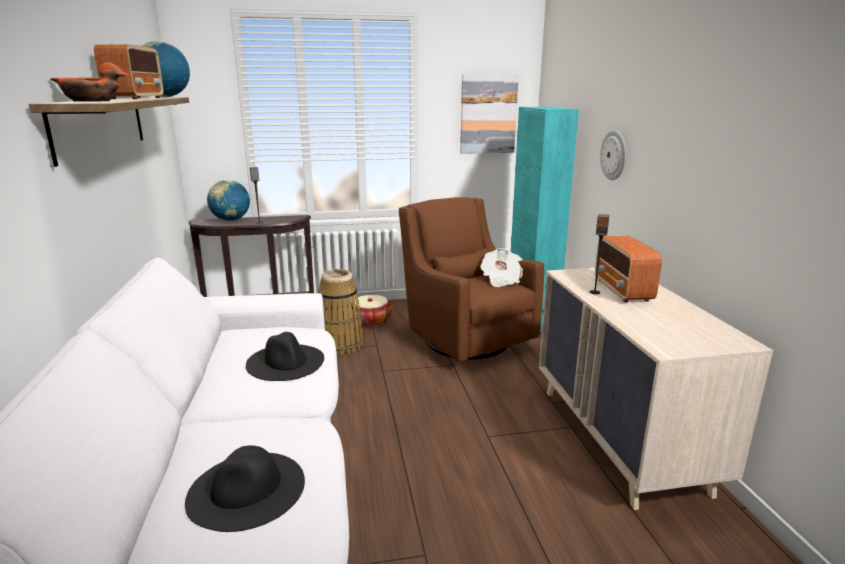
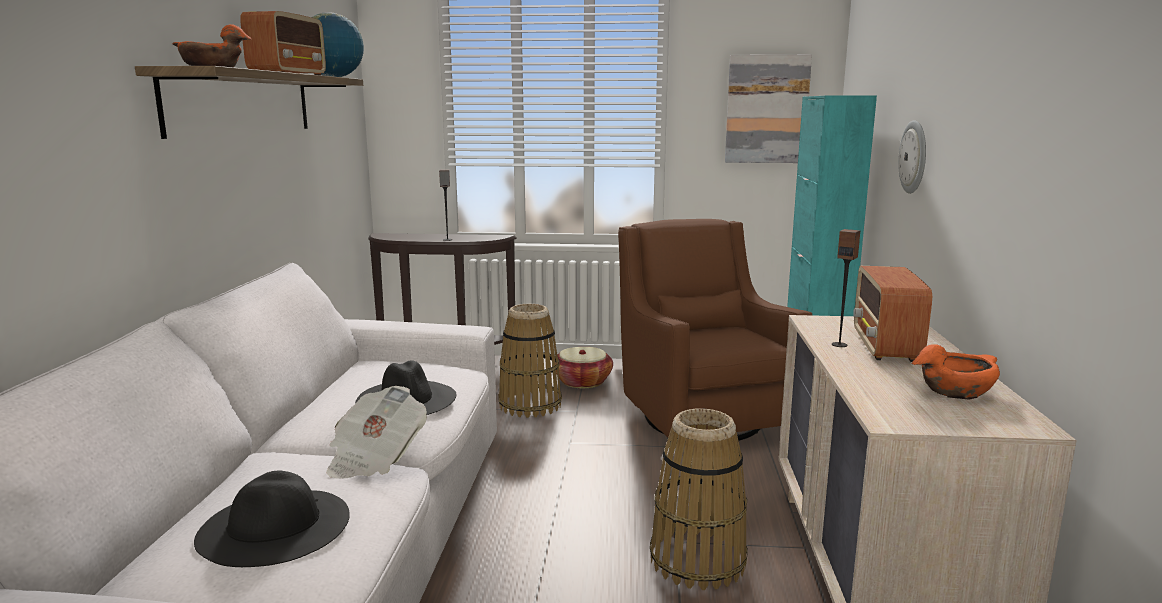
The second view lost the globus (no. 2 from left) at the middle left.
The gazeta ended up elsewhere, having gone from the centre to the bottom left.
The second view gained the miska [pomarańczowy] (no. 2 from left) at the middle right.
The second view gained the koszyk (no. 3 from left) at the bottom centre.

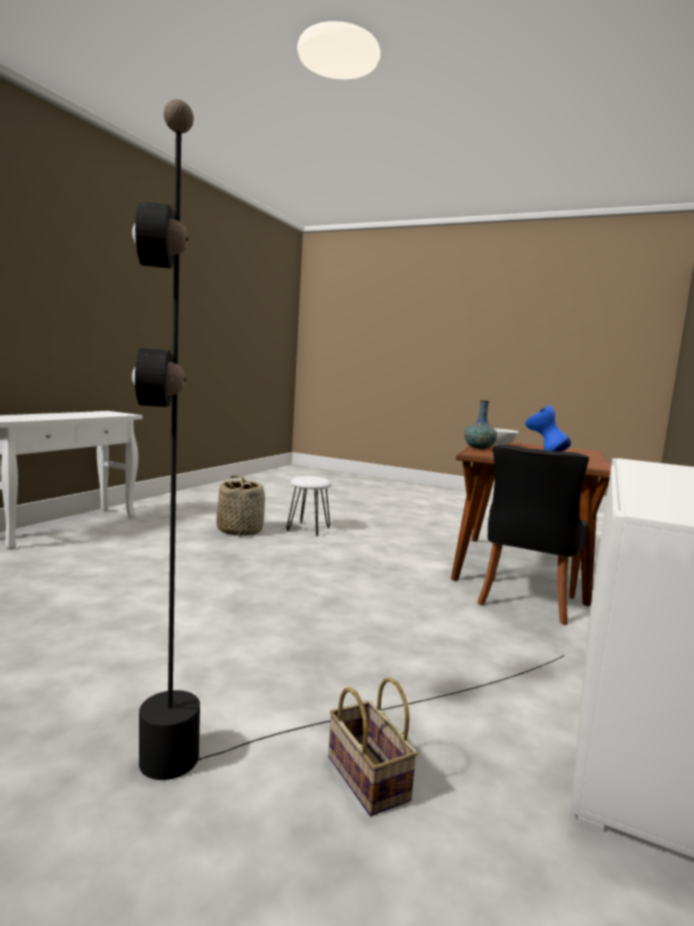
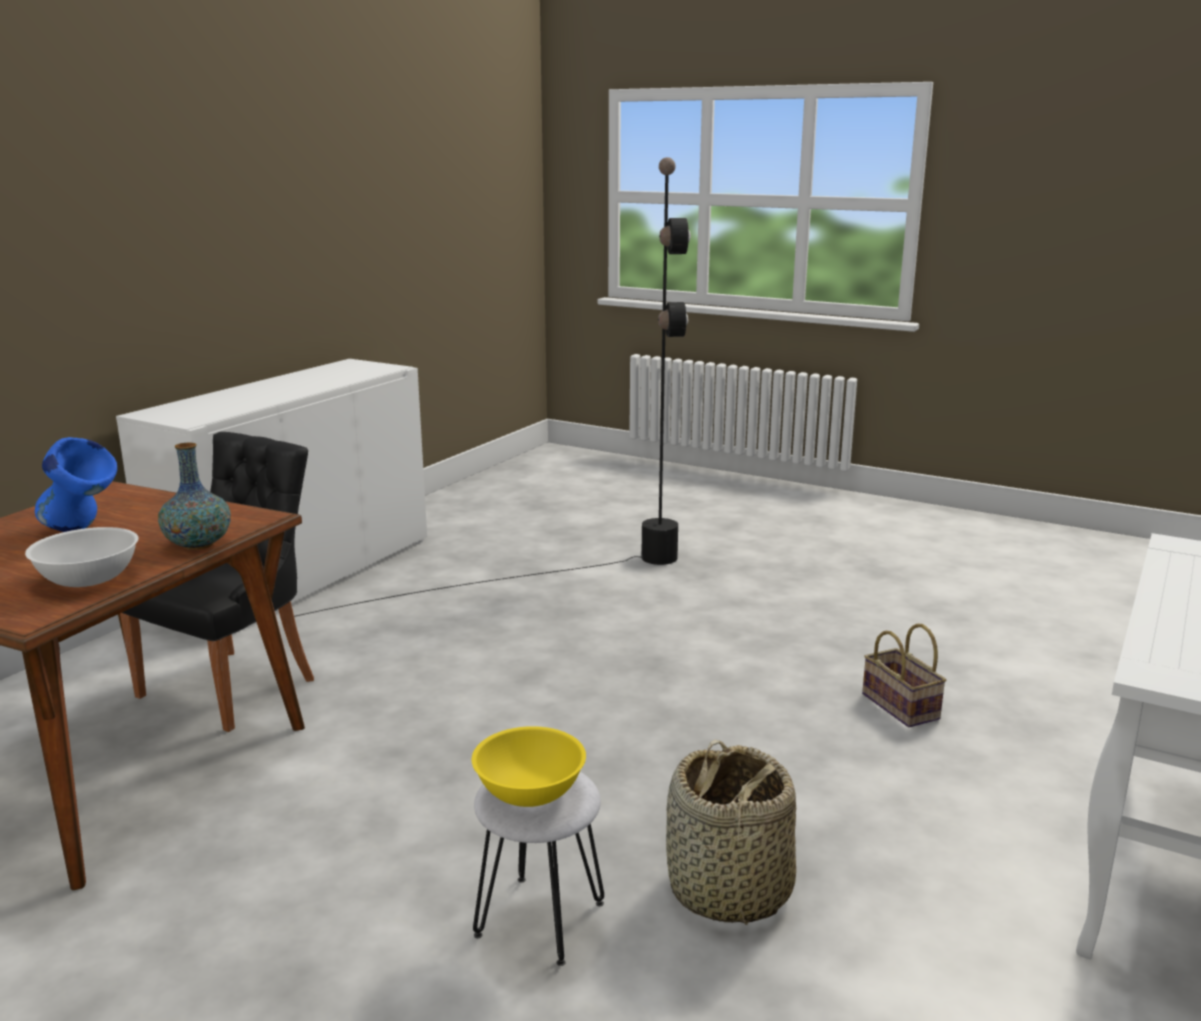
The koszyk (no. 2 from left) ended up elsewhere, having gone from the bottom centre to the middle right.
The second view gained the miska [żółty] at the bottom centre.

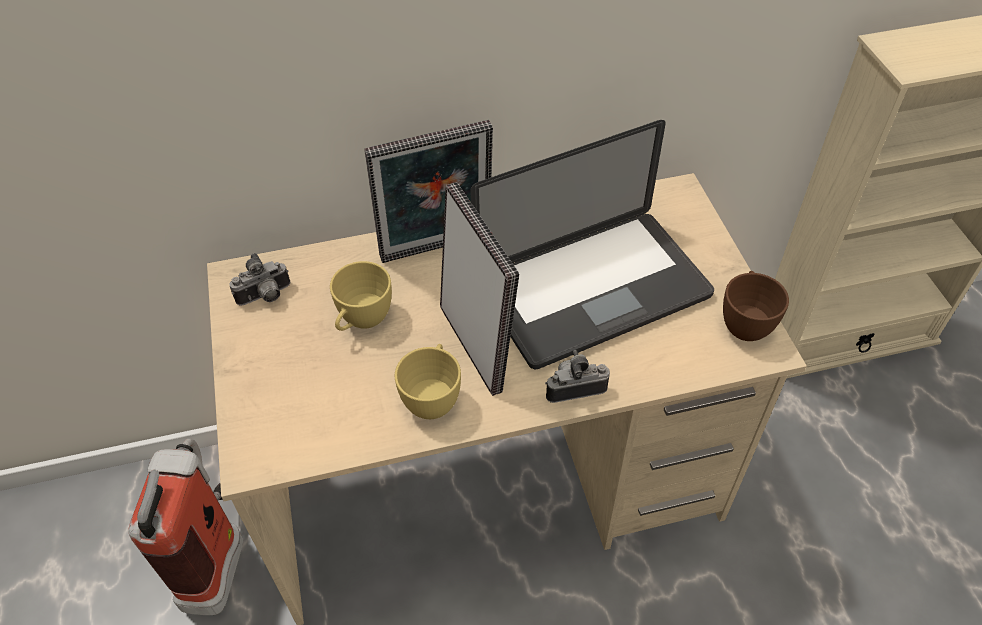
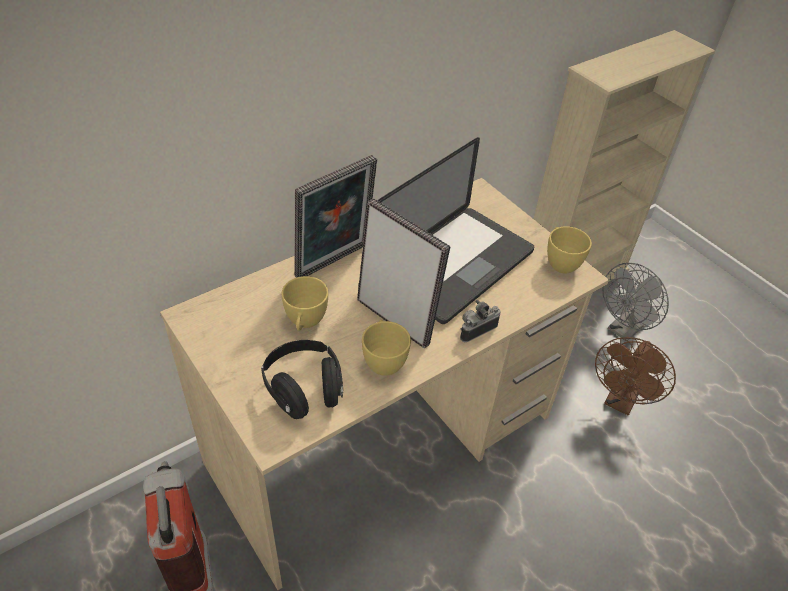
The second view lost the aparat fotograficzny (no. 1 from left) at the middle left.
What was the filiżanka [brązowy] at the middle right turned into the filiżanka [żółty] (no. 3 from left) at the middle right.
The second view gained the wentylator [szary] at the middle right.
The second view gained the wentylator [brązowy] at the middle right.
The second view gained the słuchawki [czarny] at the centre.

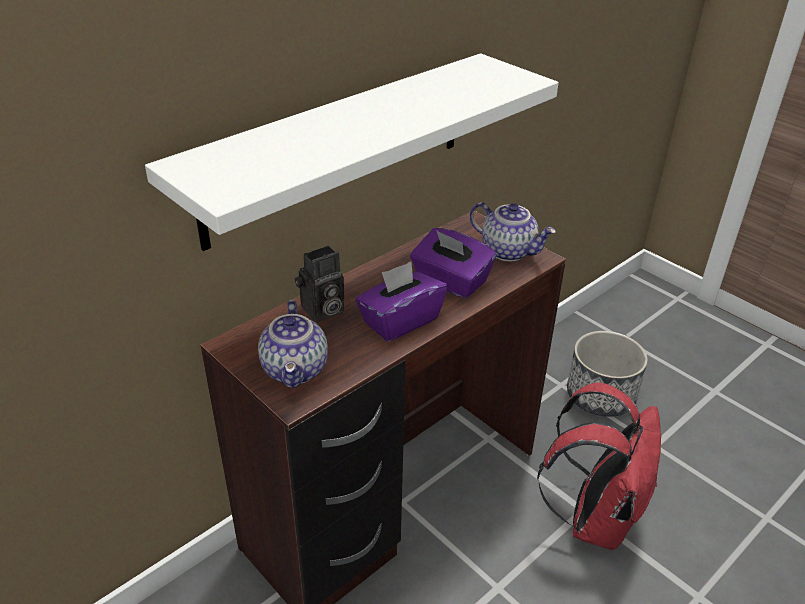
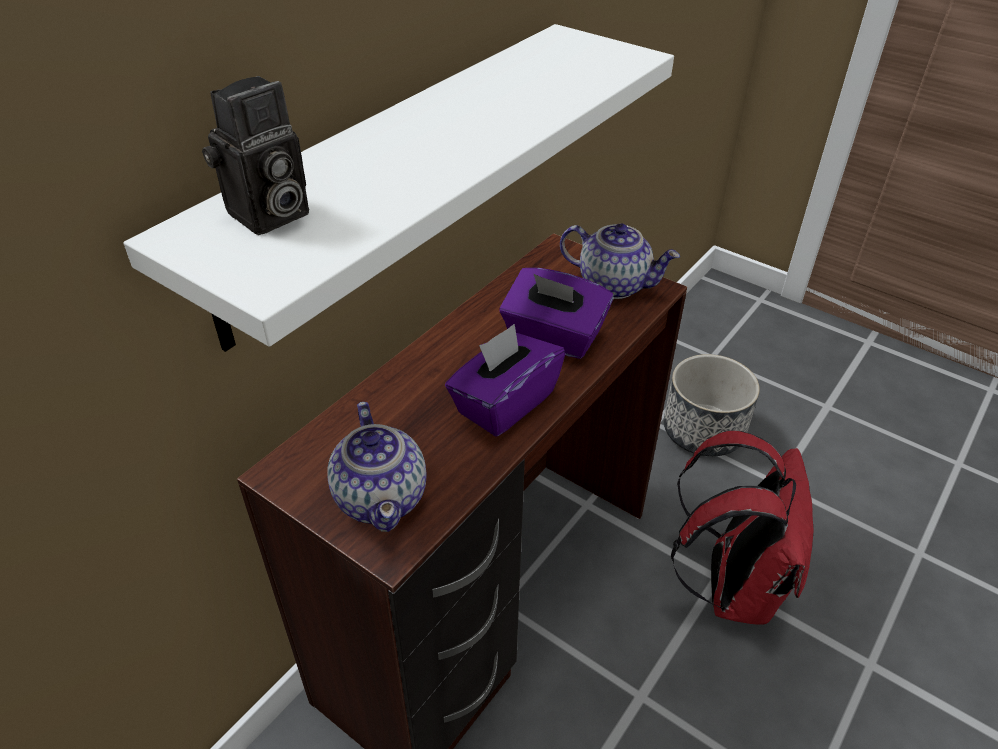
The aparat fotograficzny ended up elsewhere, having gone from the centre to the top left.

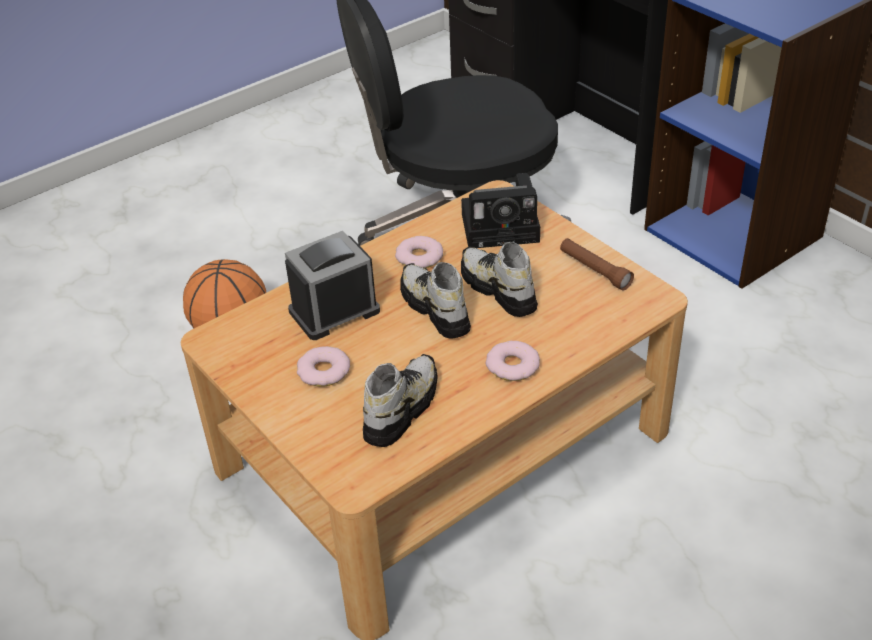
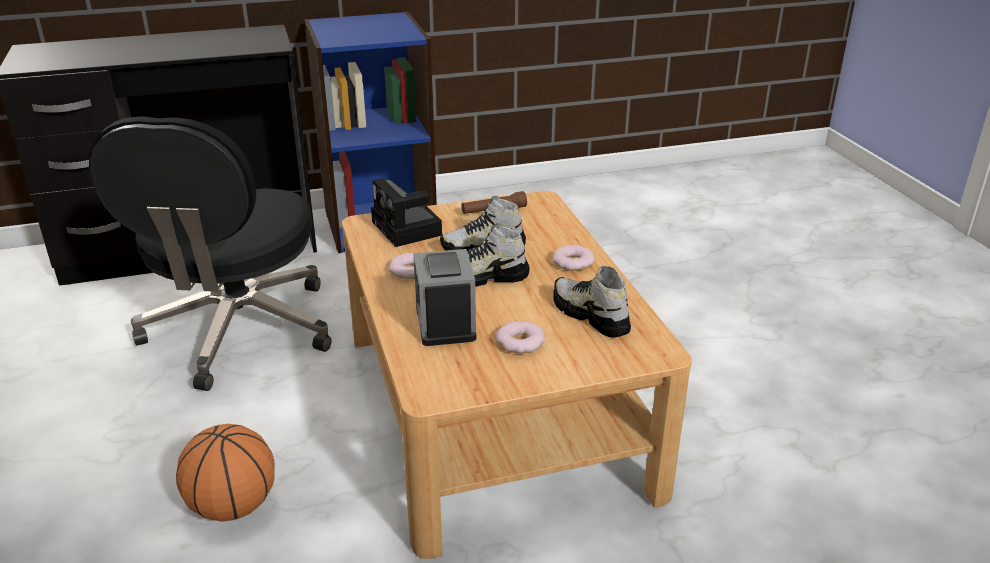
The aparat fotograficzny at the top centre ended up facing another way, 135 degrees clockwise from before.

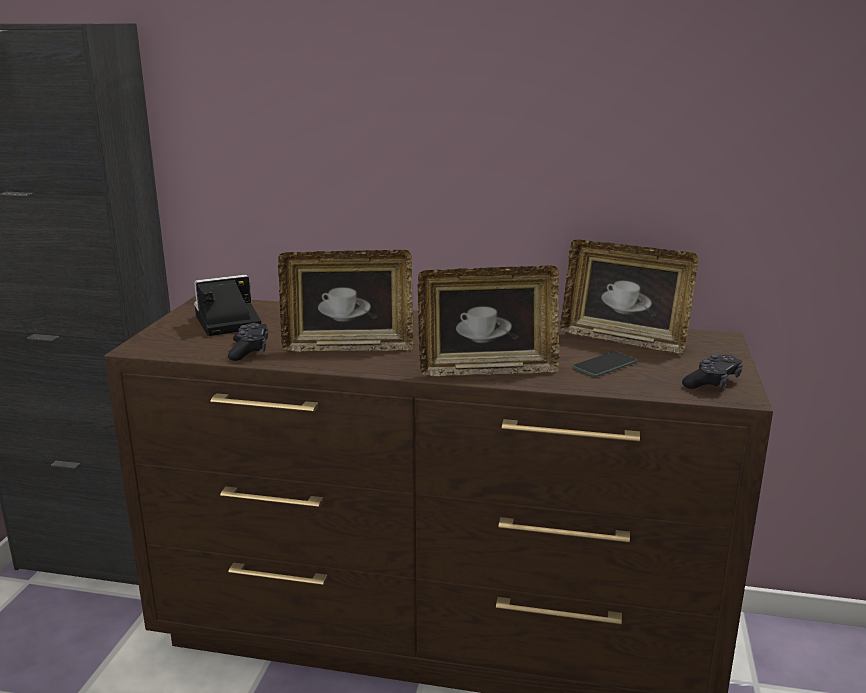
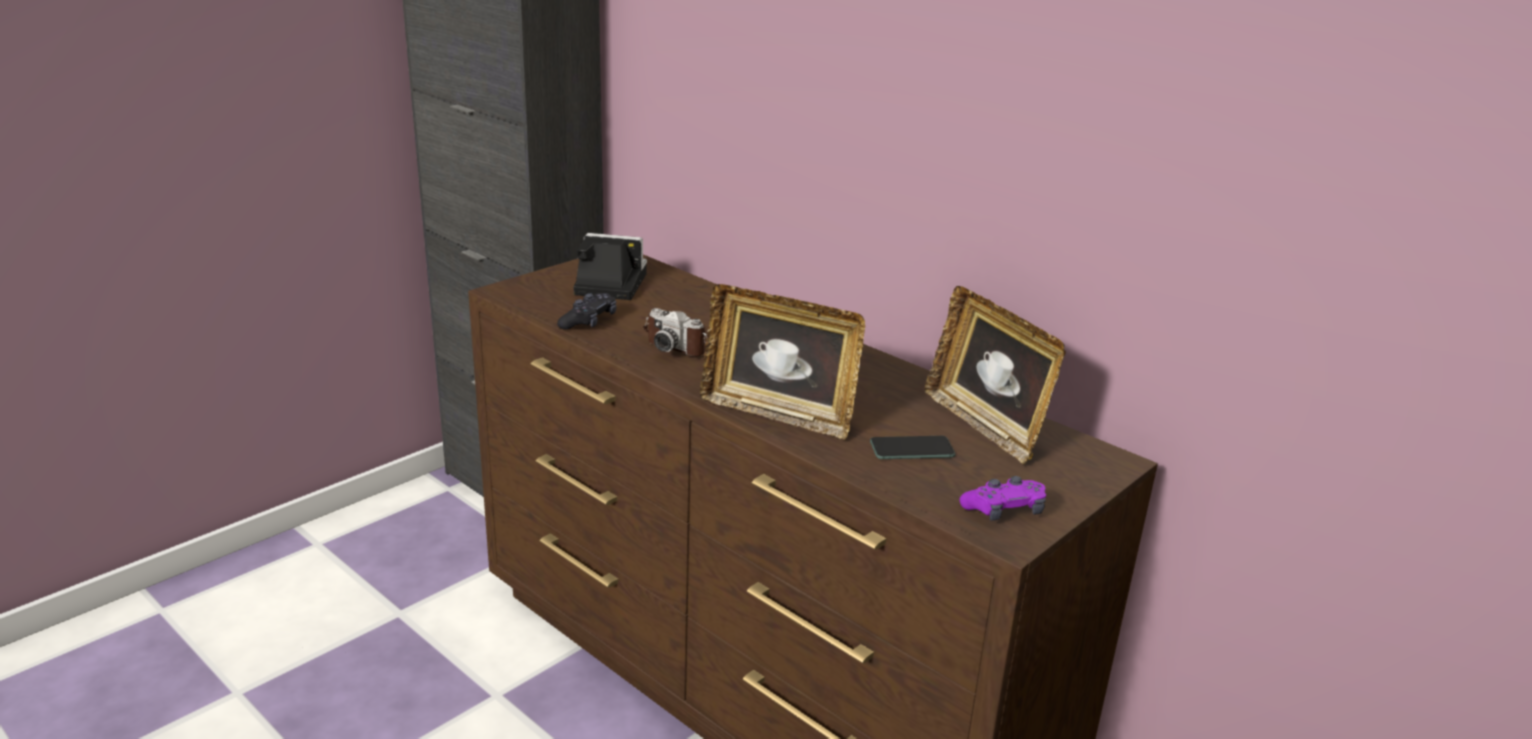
Where the ramka na zdjęcie (no. 1 from left) stood at the centre, the aparat fotograficzny (no. 2 from left) came to stand at the centre.
What was the pad do gier [czarny] (no. 2 from left) at the middle right turned into the pad do gier [fioletowy] at the bottom centre.

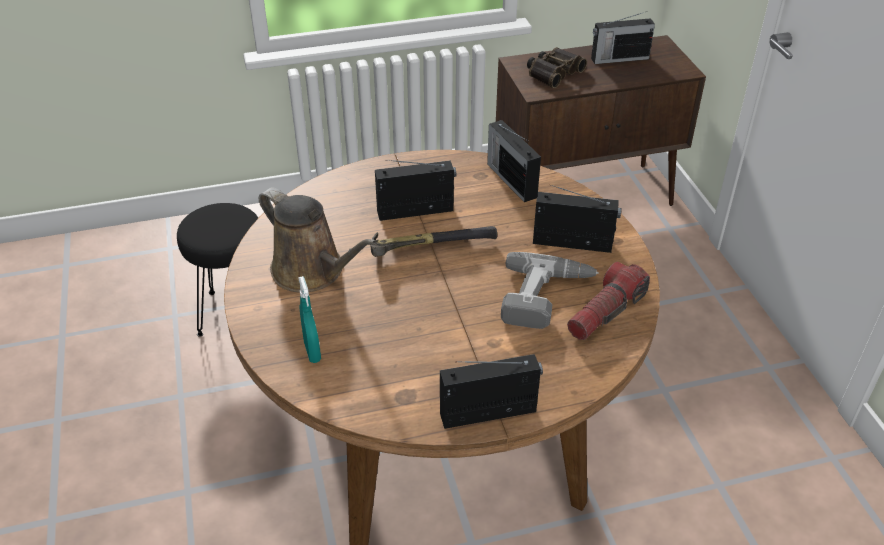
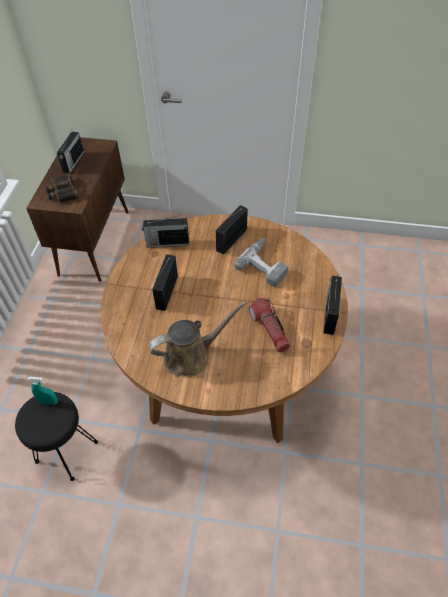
The second view lost the młotek at the centre.
The latarka ended up elsewhere, having gone from the middle right to the centre.
The spryskiwacz [turkusowy] ended up elsewhere, having gone from the centre to the middle left.

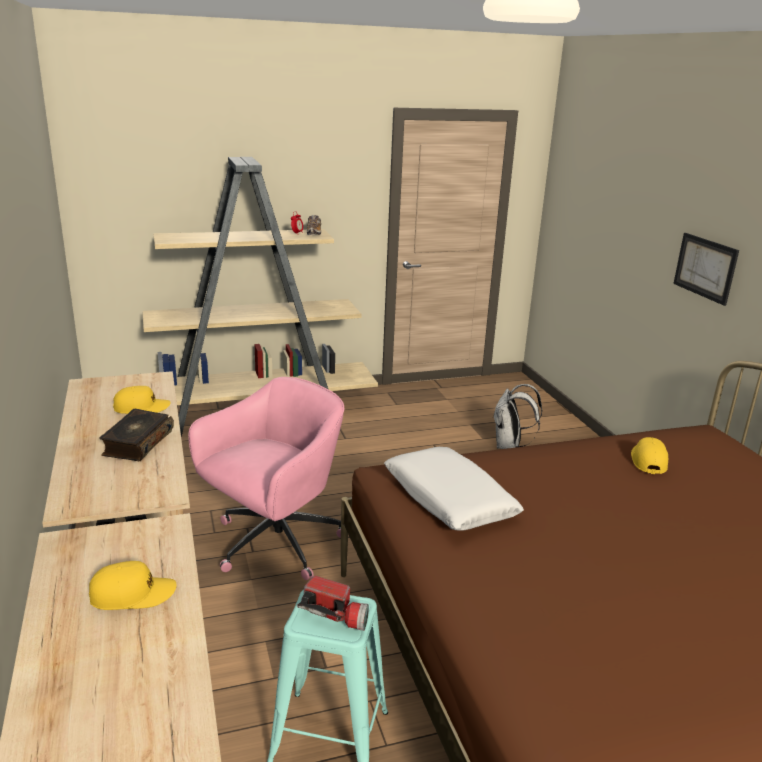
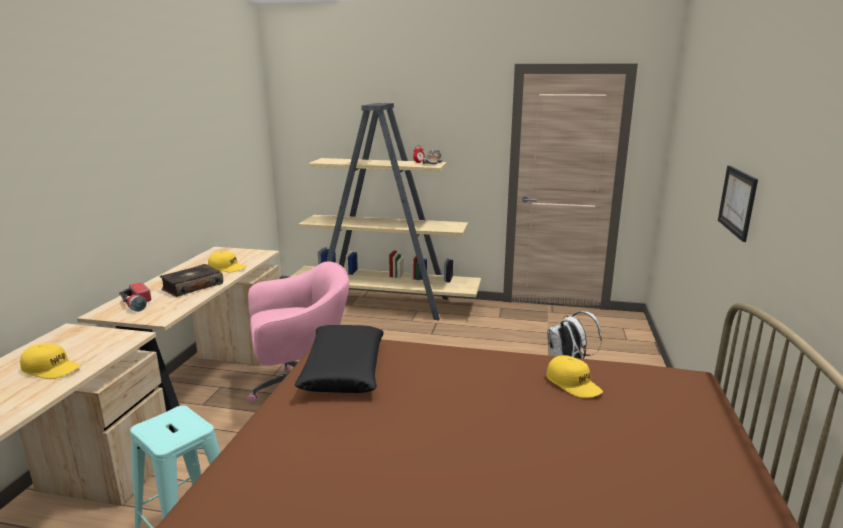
The czapka z daszkiem [żółty] (no. 3 from left) at the middle right ended up facing another way, 105 degrees clockwise from before.
What was the poduszka [biały] at the centre turned into the poduszka [czarny] at the bottom centre.
The latarka ended up elsewhere, having gone from the bottom centre to the middle left.

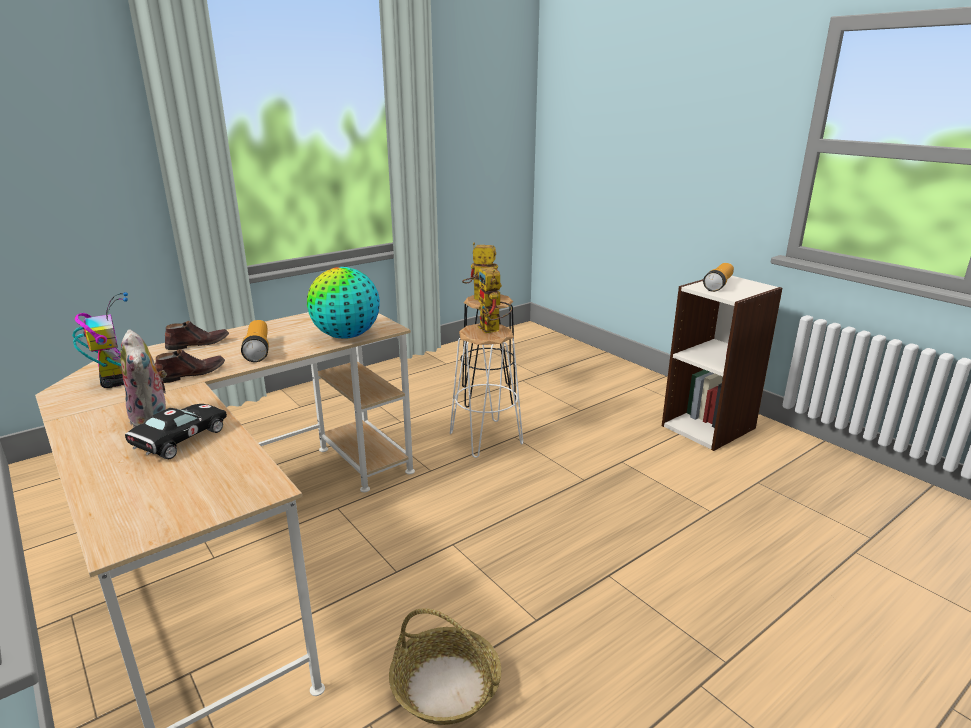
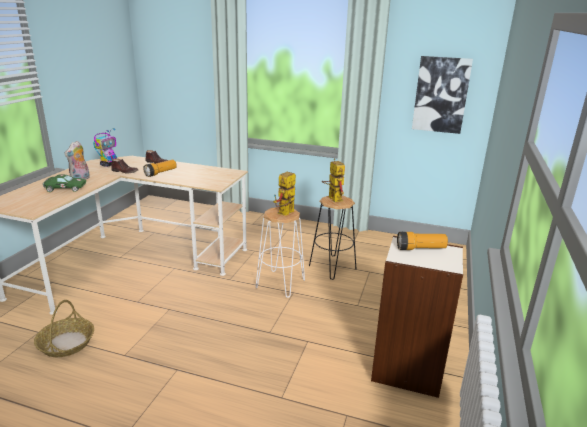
The second view lost the globus at the centre.
What was the samochodzik [czarny] at the middle left turned into the samochodzik [zielony] at the middle left.
The second view gained the obraz at the top right.

